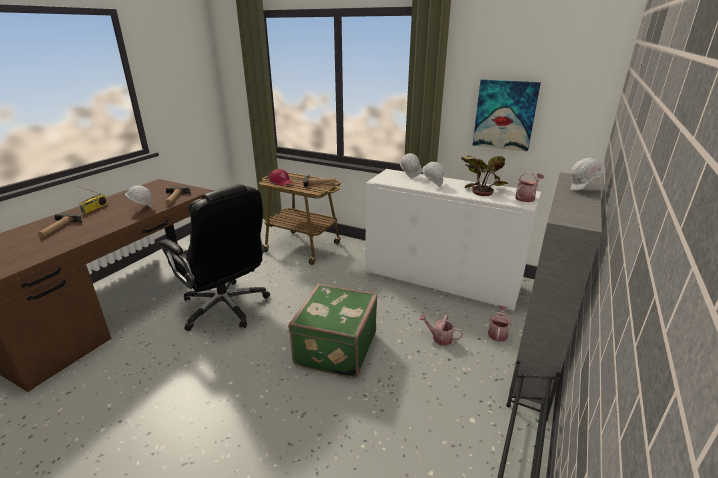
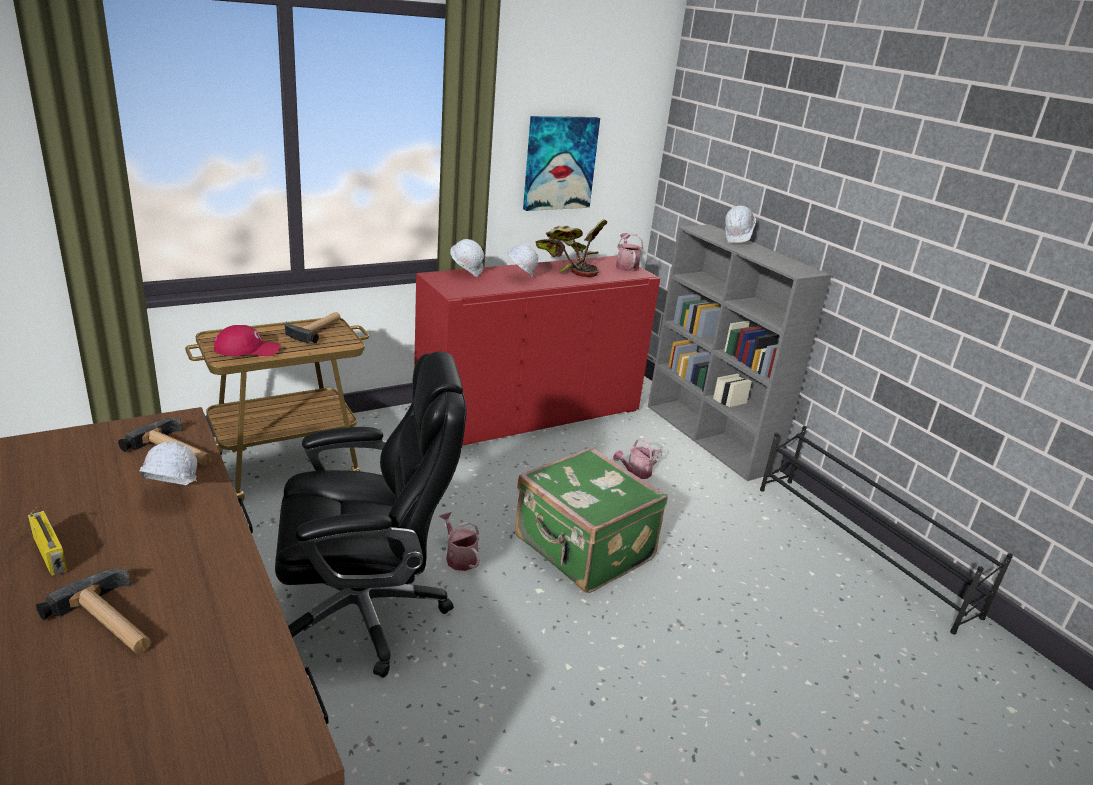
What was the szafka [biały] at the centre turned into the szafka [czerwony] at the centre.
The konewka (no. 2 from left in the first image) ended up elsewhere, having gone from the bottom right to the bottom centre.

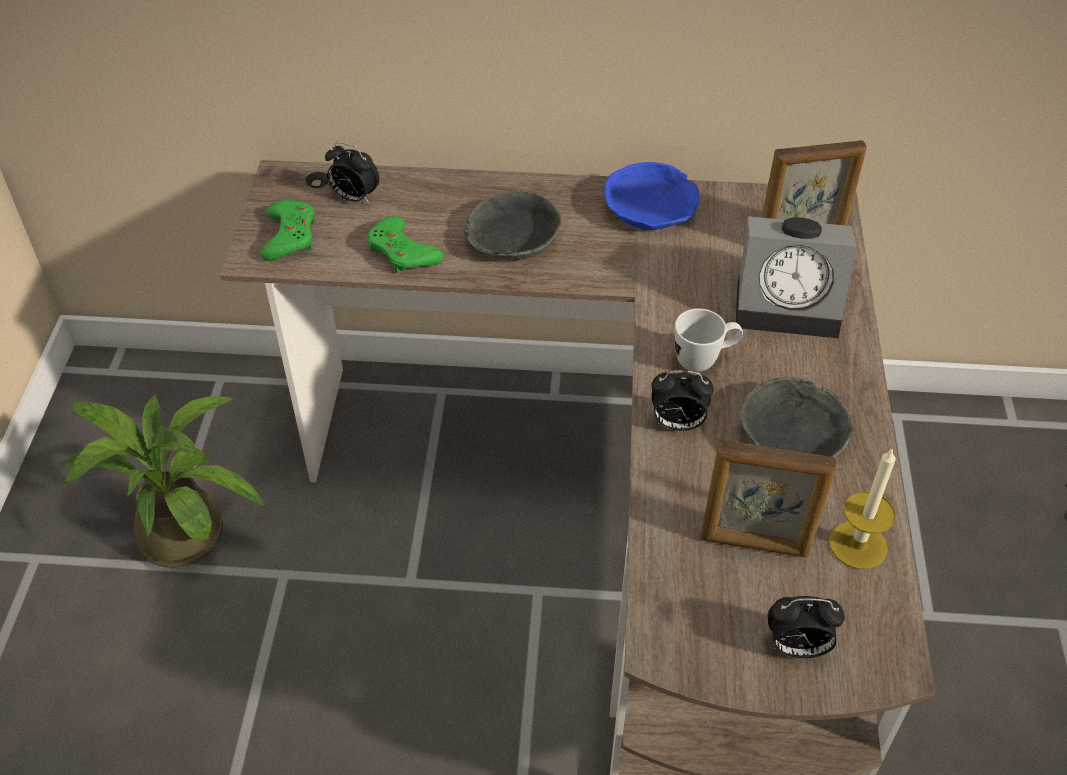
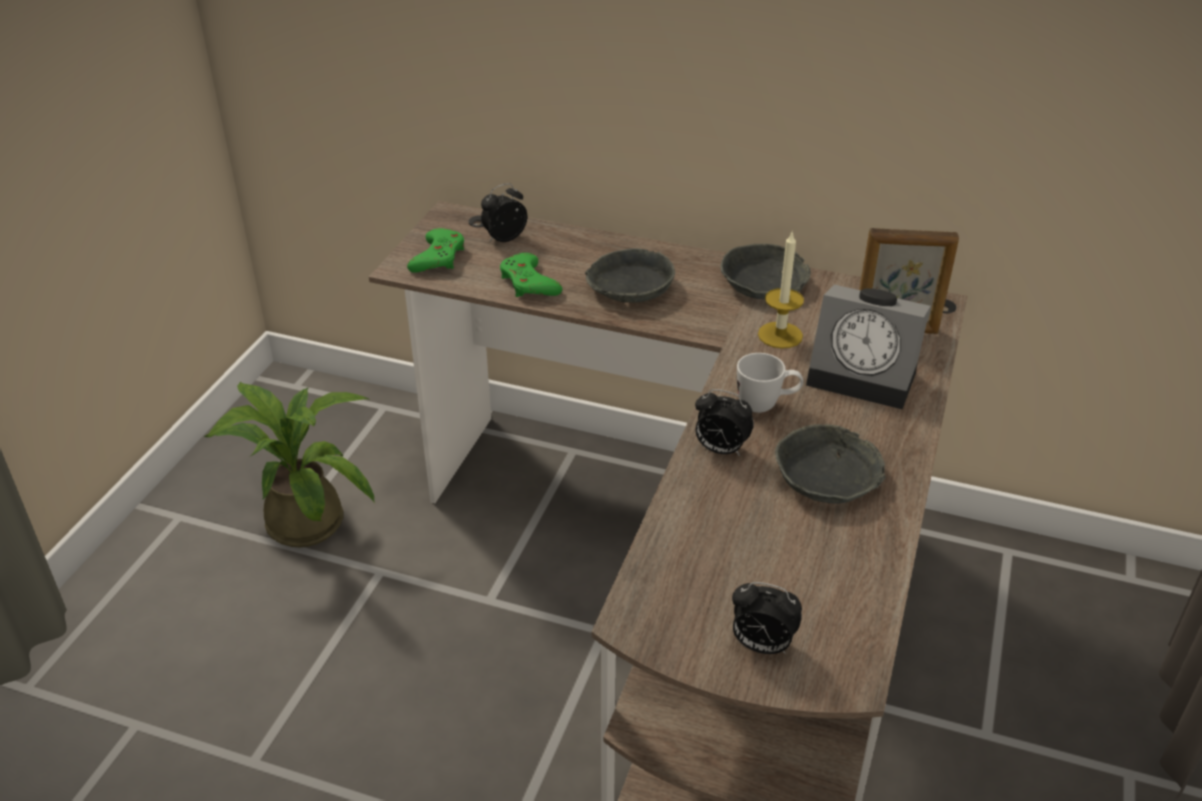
The budzik (no. 1 from left) at the top left ended up facing another way, 105 degrees clockwise from before.
What was the miska [niebieski] at the top centre turned into the miska [szary] (no. 2 from left) at the centre.
The second view lost the ramka na zdjęcie (no. 1 from left) at the middle right.
The świeca ended up elsewhere, having gone from the middle right to the centre.

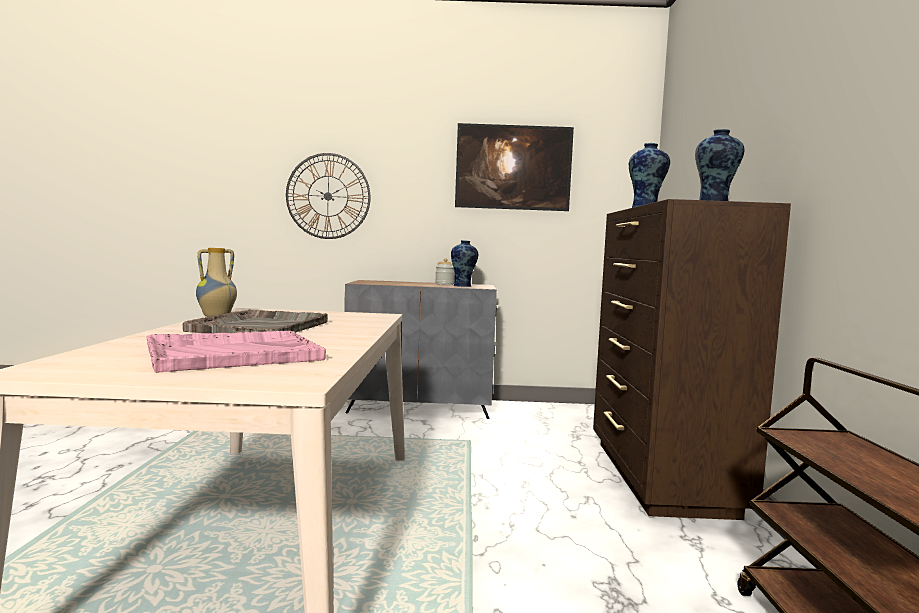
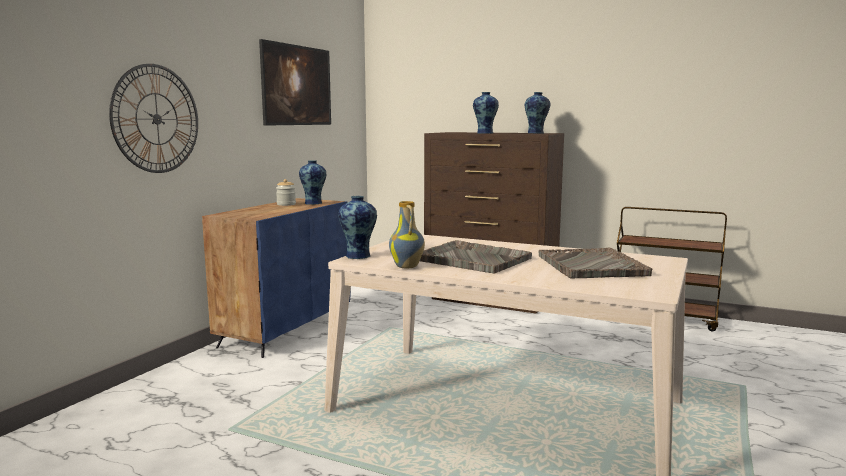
What was the szafka [szary] at the centre turned into the szafka [niebieski] at the middle left.
What was the taca [różowy] at the middle left turned into the taca [szary] (no. 2 from left) at the middle right.
The second view gained the wazon (no. 2 from left) at the centre.

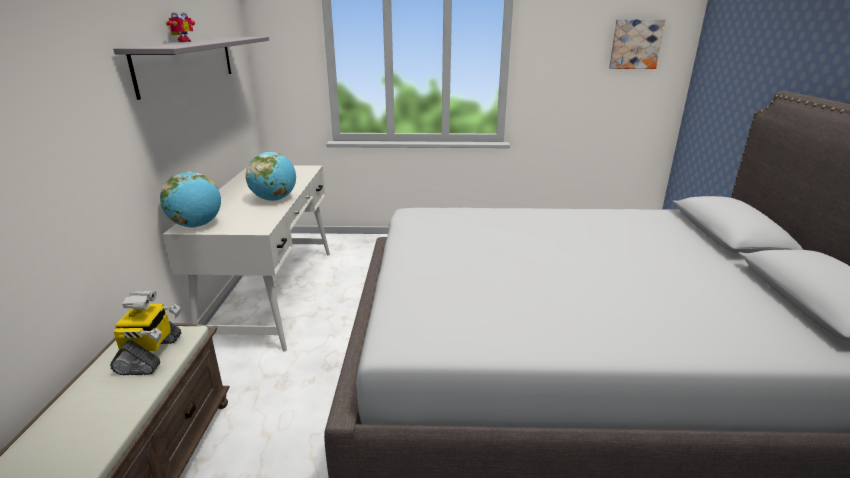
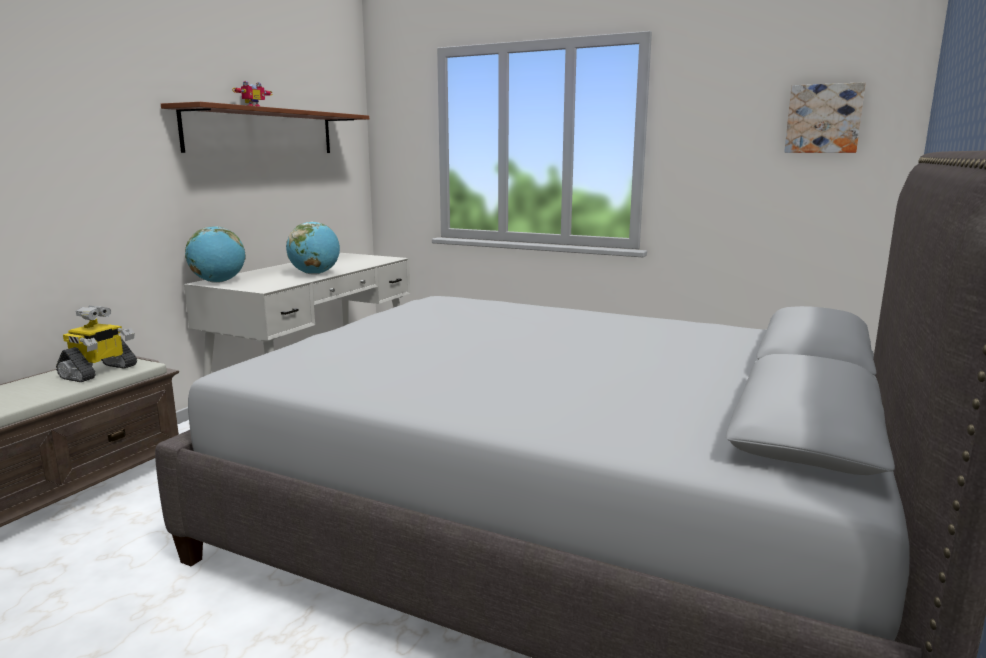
What was the półka [szary] at the top left turned into the półka [brązowy] at the top left.

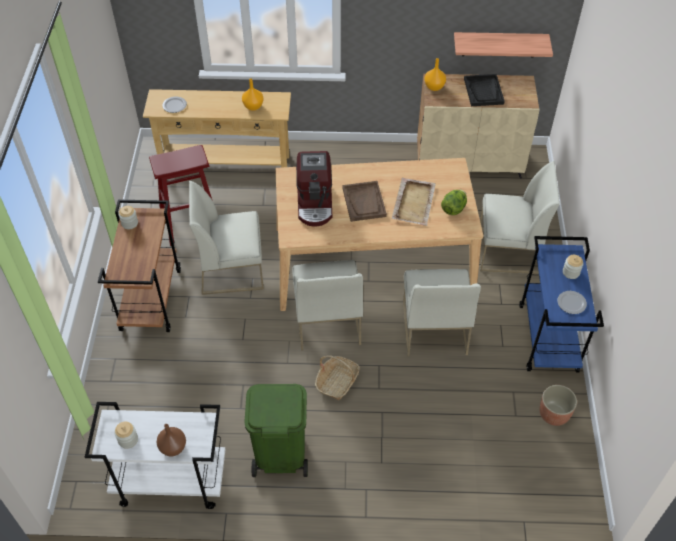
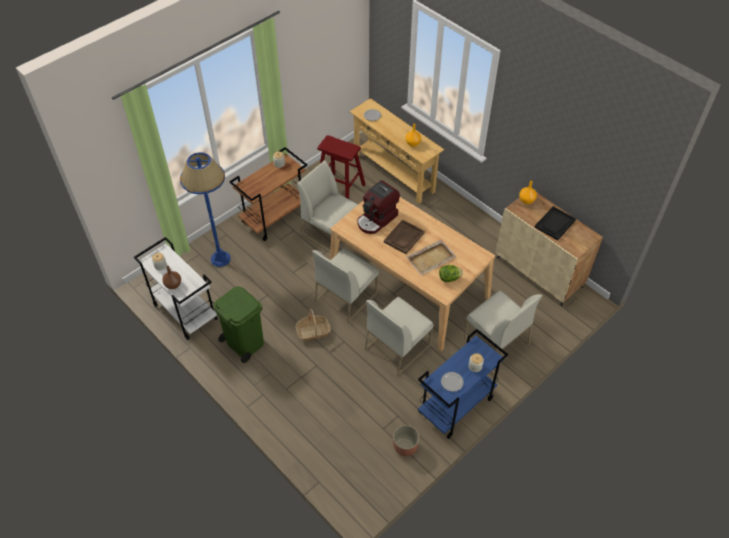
The second view lost the półka at the top right.
The second view gained the lampa stojąca [niebieski] at the middle left.

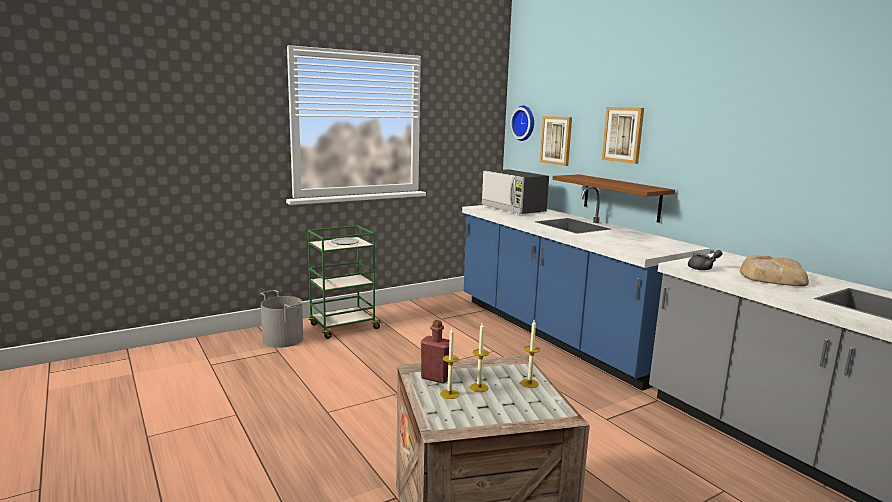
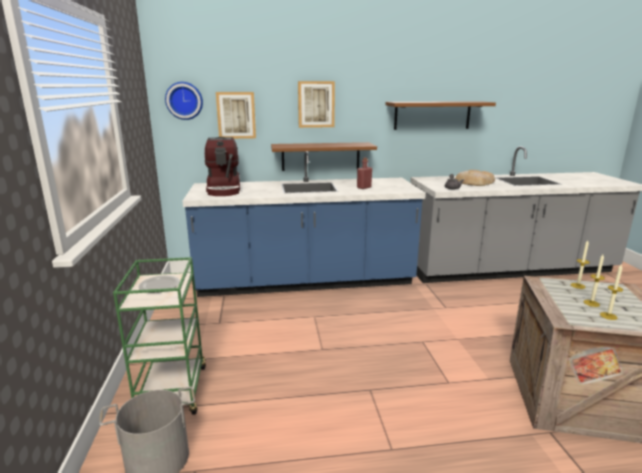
Where the mikrofalówka stood at the centre, the ekspres do kawy came to stand at the centre.
The butelka [czerwony] ended up elsewhere, having gone from the bottom centre to the centre.
The second view gained the półka [brązowy] (no. 2 from left) at the top right.

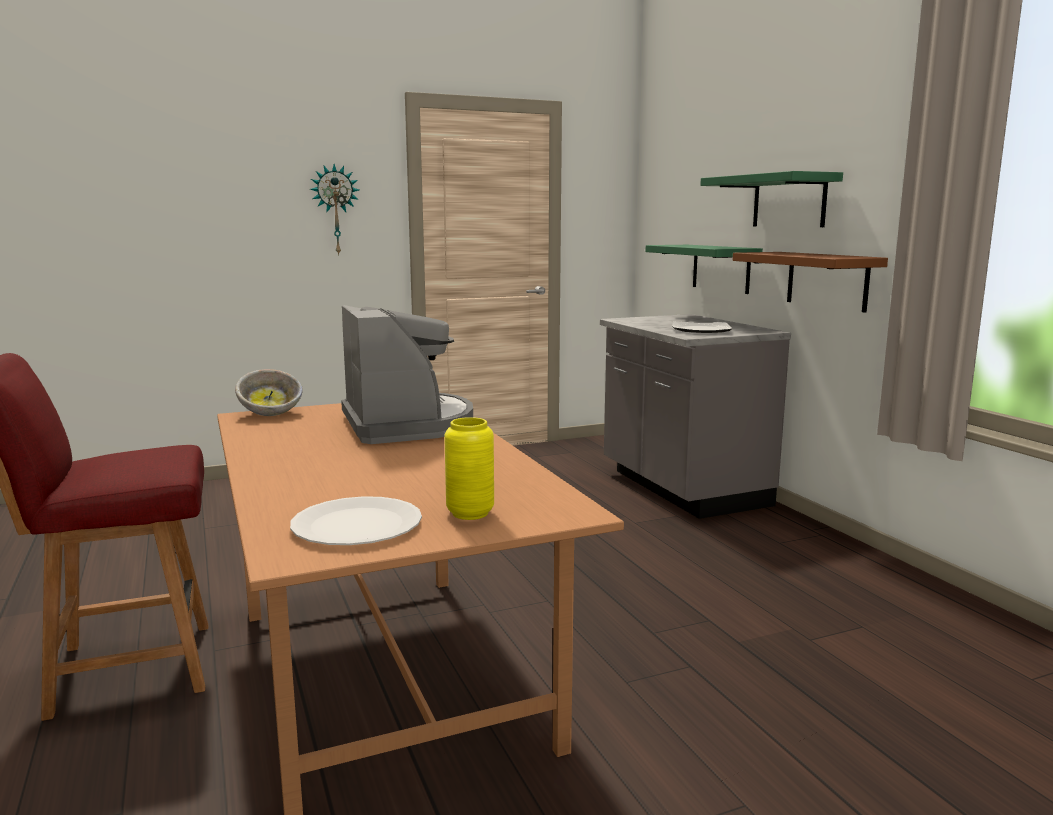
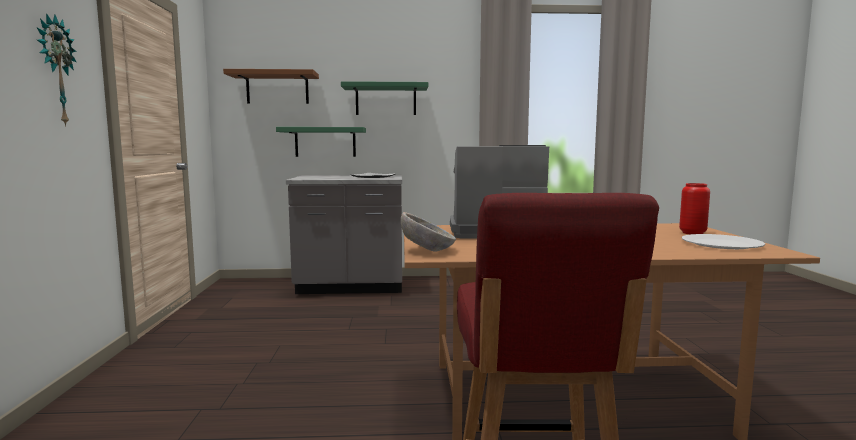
The półka [brązowy] ended up elsewhere, having gone from the middle right to the top left.
What was the wazon [żółty] at the centre turned into the wazon [czerwony] at the middle right.

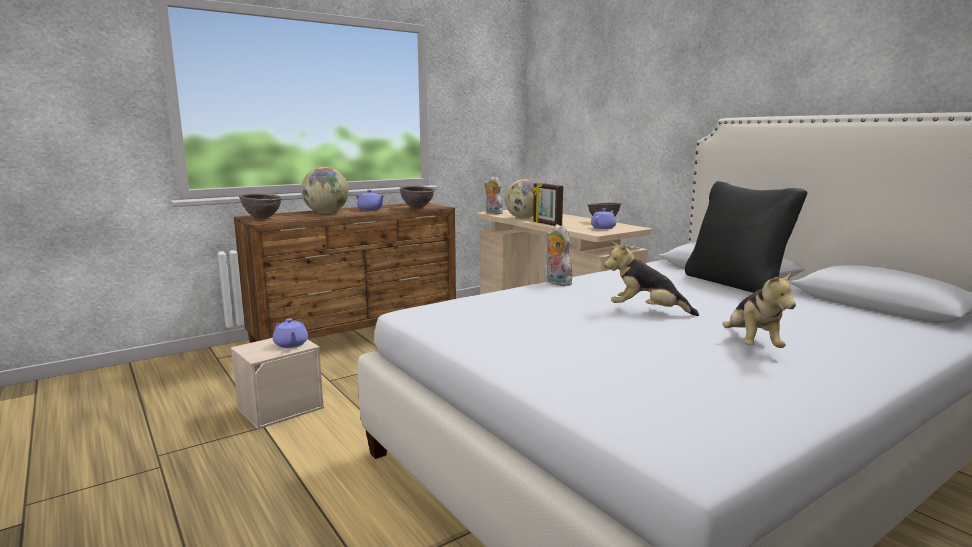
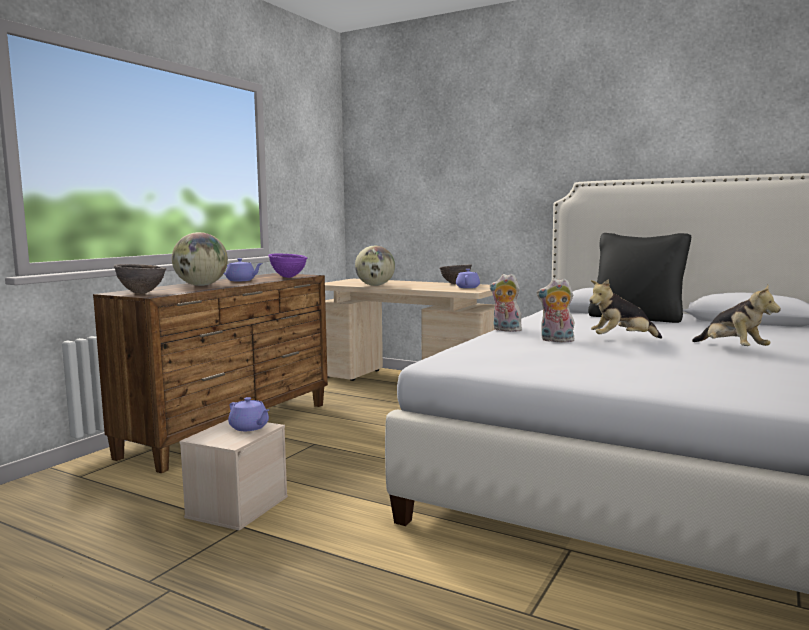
The pluszak (no. 1 from left in the first image) ended up elsewhere, having gone from the centre to the middle right.
The second view lost the ramka na zdjęcie at the centre.
What was the miska [brązowy] (no. 2 from left) at the centre turned into the miska [fioletowy] at the centre.

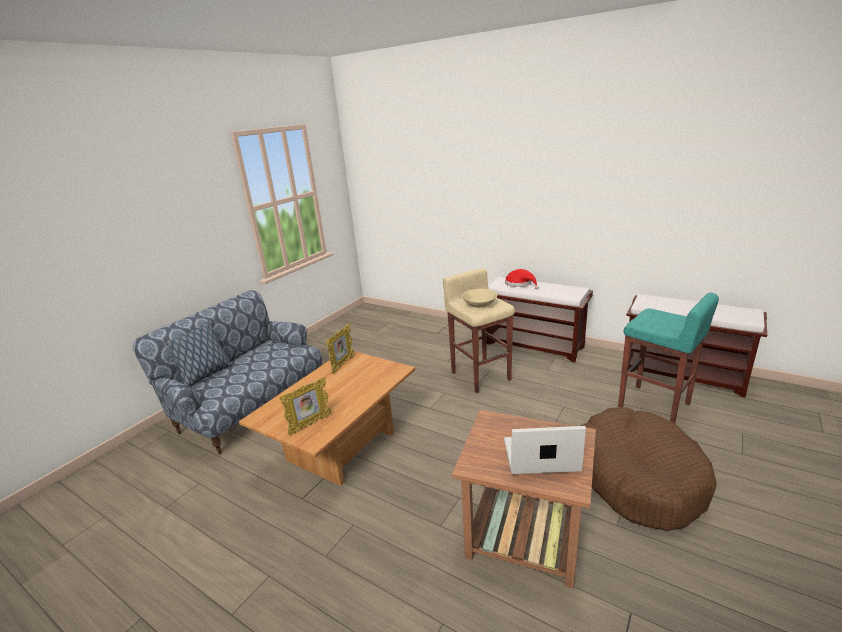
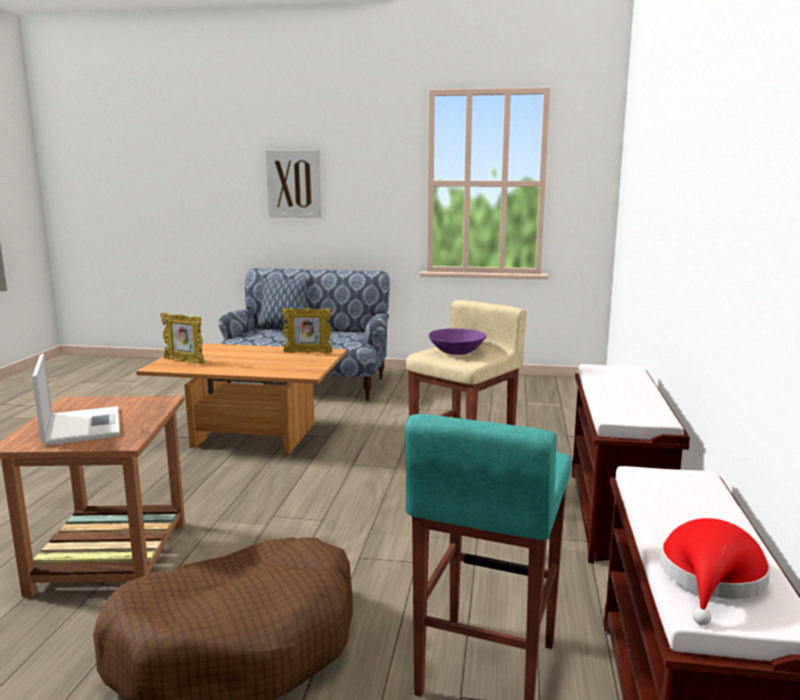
The kapelusz [czerwony] ended up elsewhere, having gone from the centre to the bottom right.
What was the miska [beżowy] at the centre turned into the miska [fioletowy] at the centre.
The second view gained the obraz at the top centre.

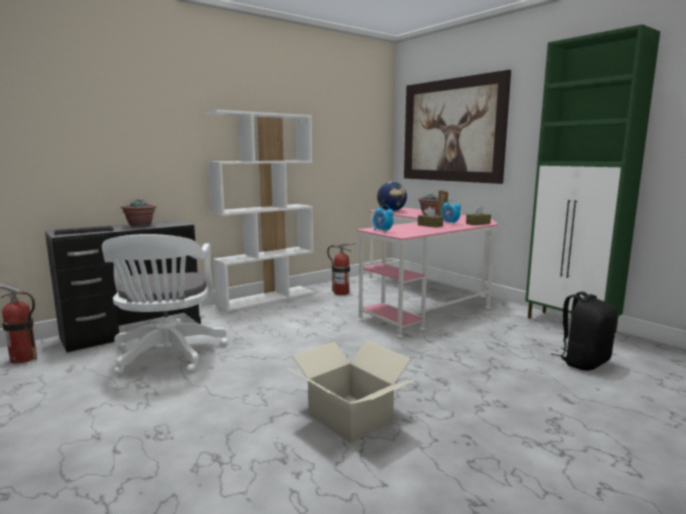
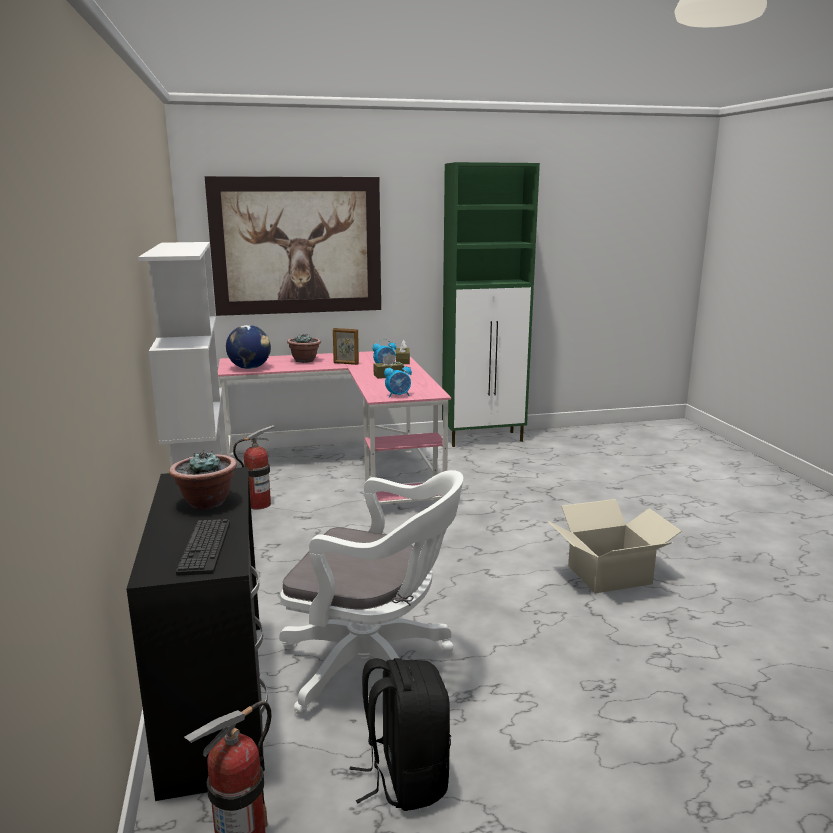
The plecak [czarny] ended up elsewhere, having gone from the middle right to the bottom centre.

